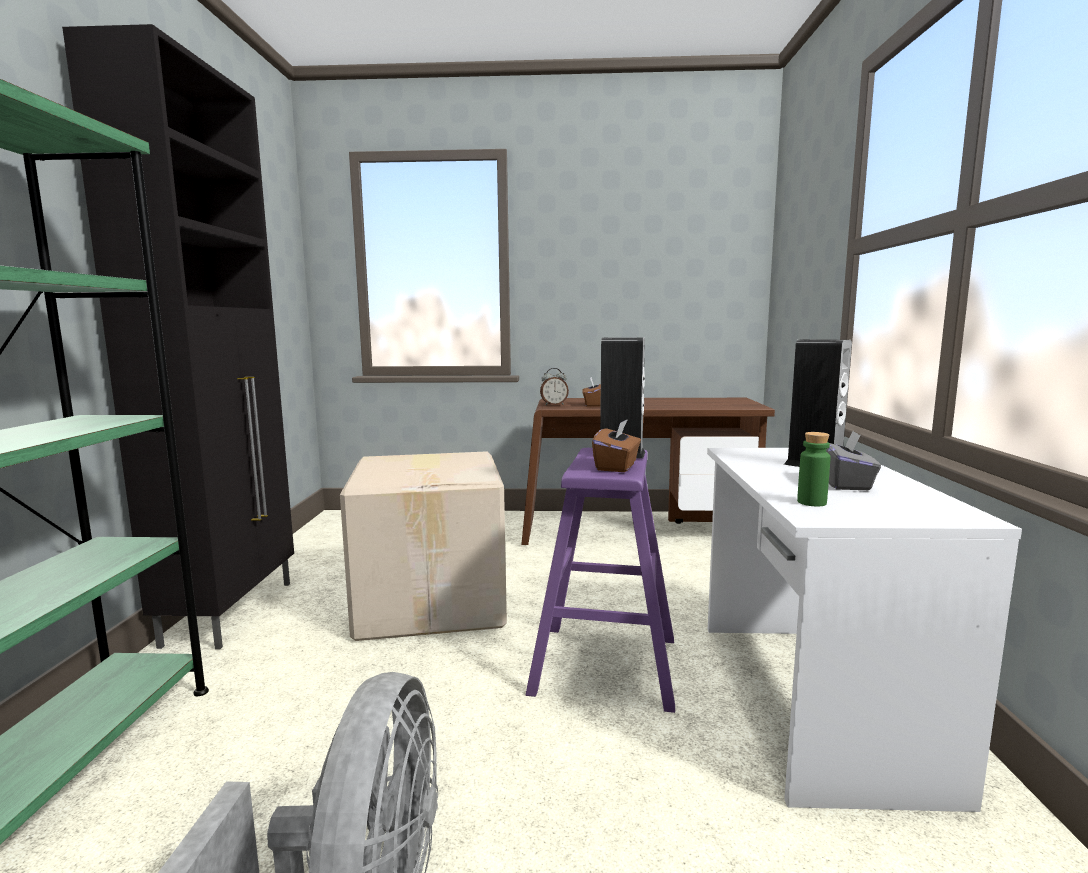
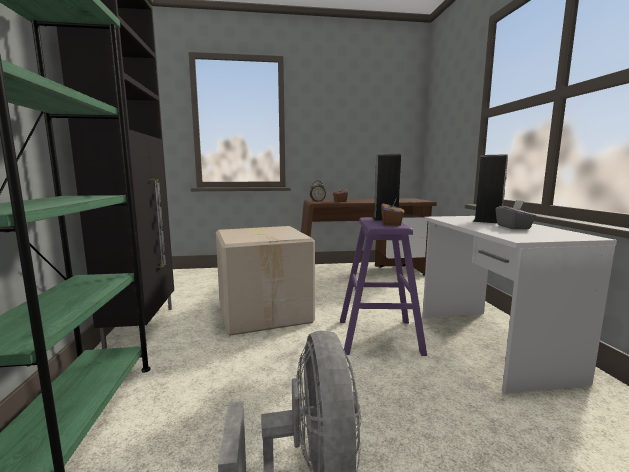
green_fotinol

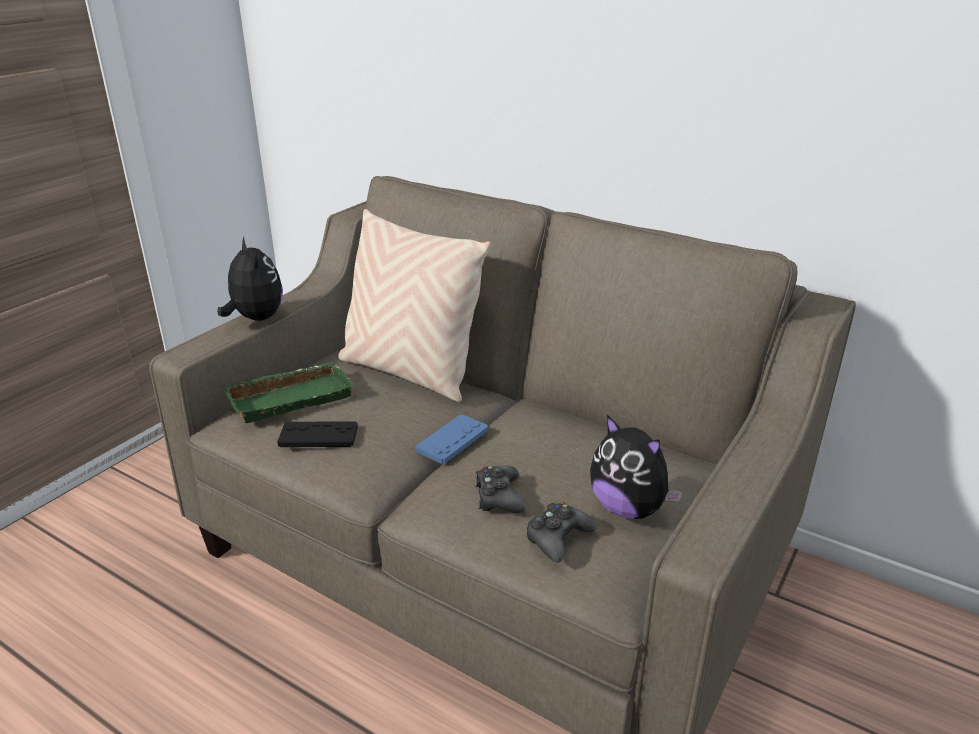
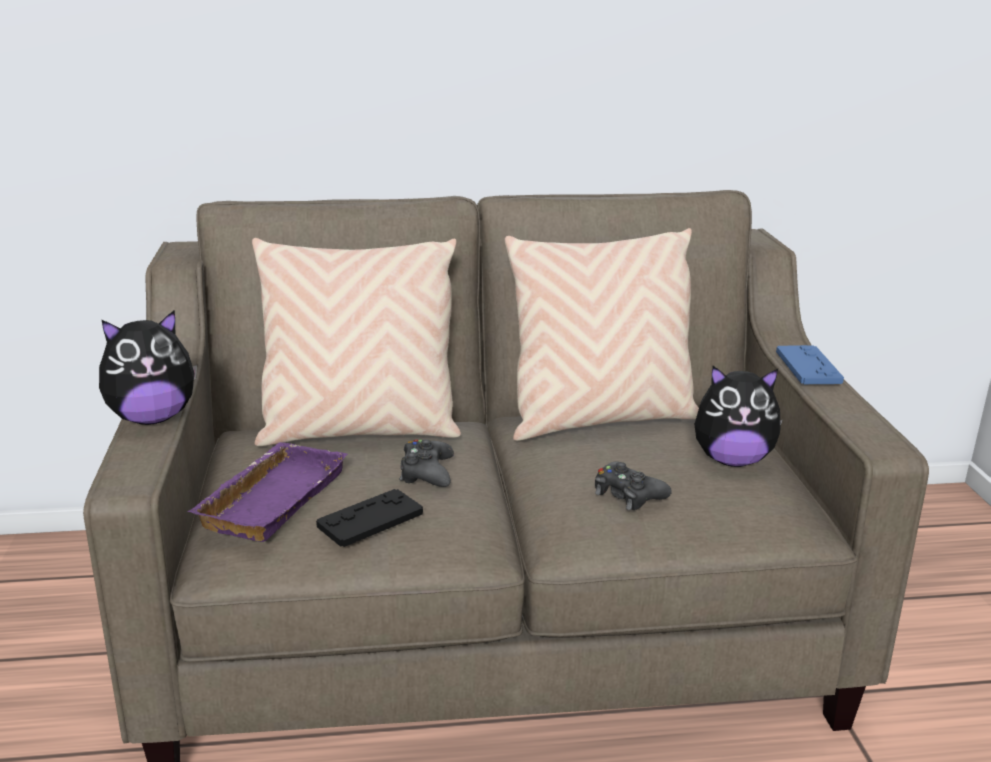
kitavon (1st from left)
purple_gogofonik
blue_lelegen
black_lelegen (2nd from left)
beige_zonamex (2nd from left)

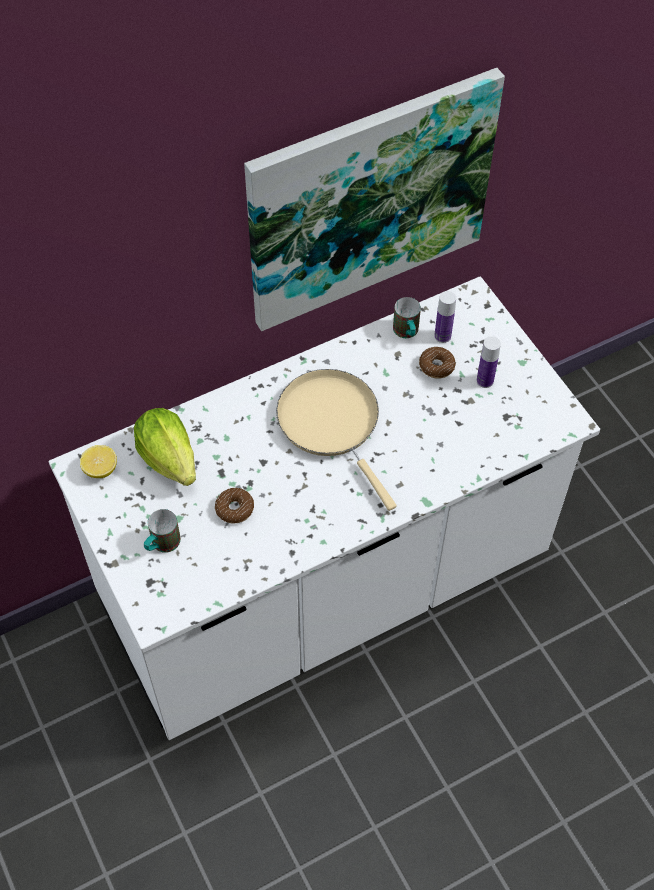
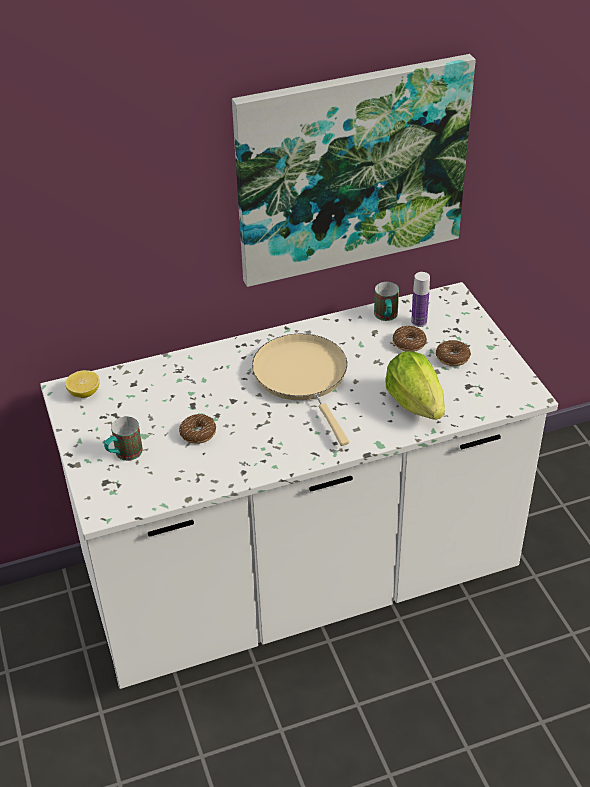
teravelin
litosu (3rd from left)

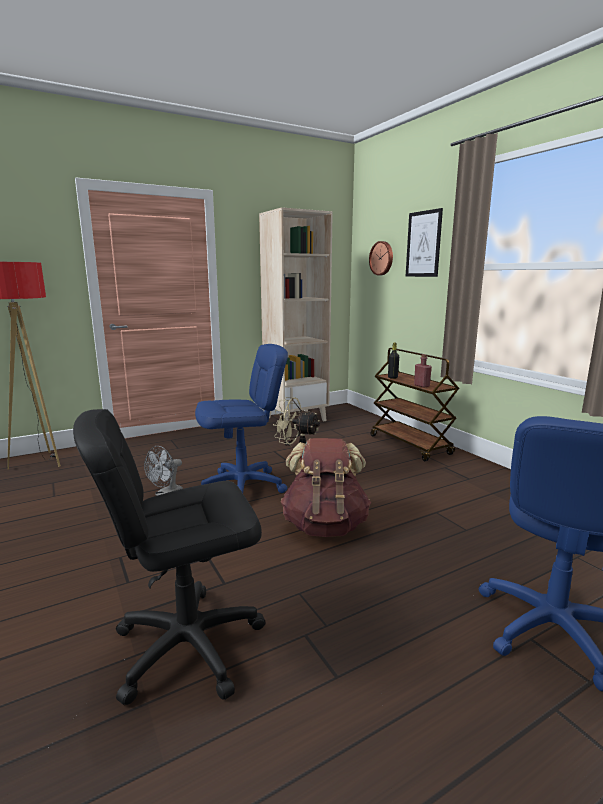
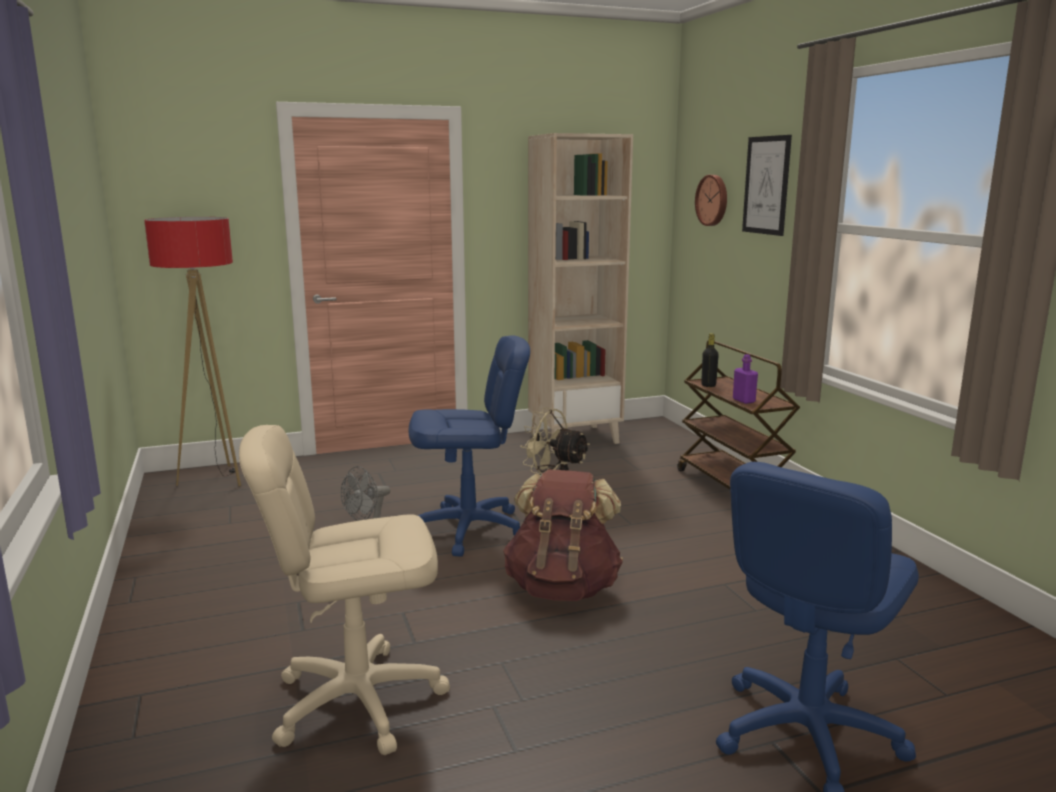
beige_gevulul
purple_fotinol

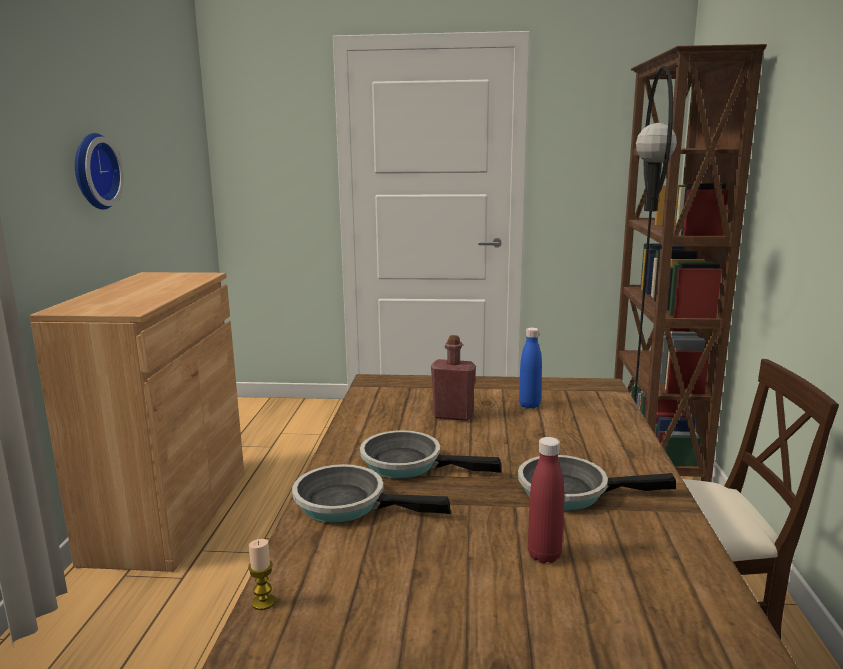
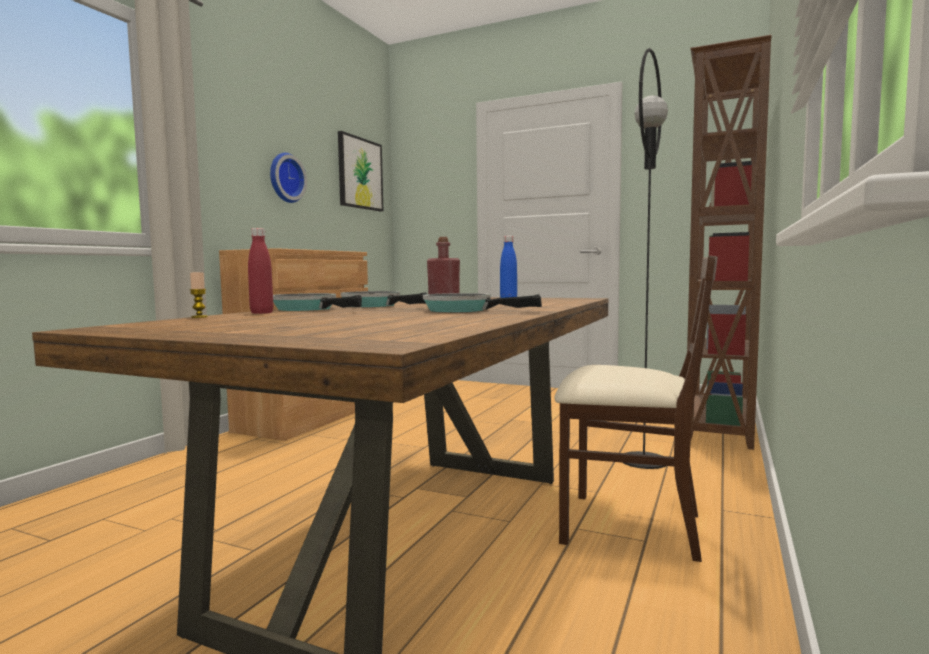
red_fotinol (1st from left)
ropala

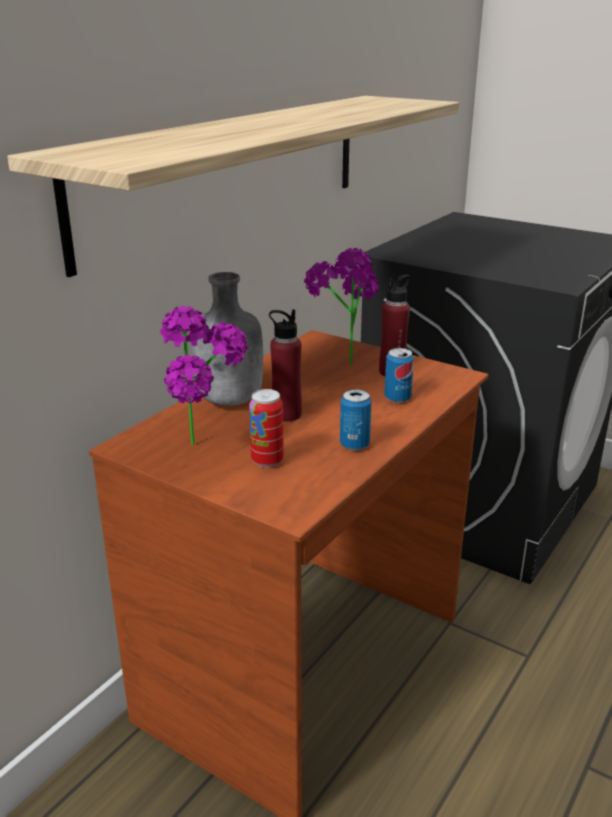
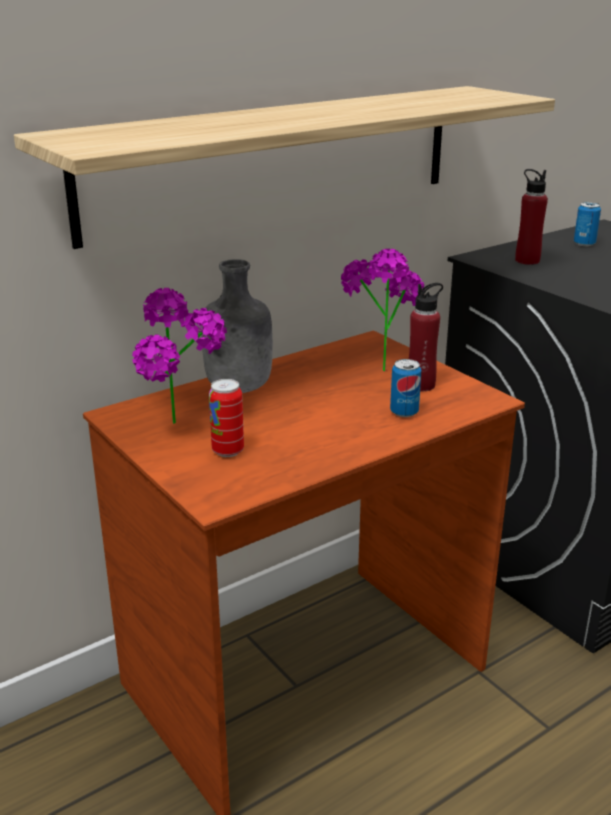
red_fotinol (2nd from left)
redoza (3rd from left)

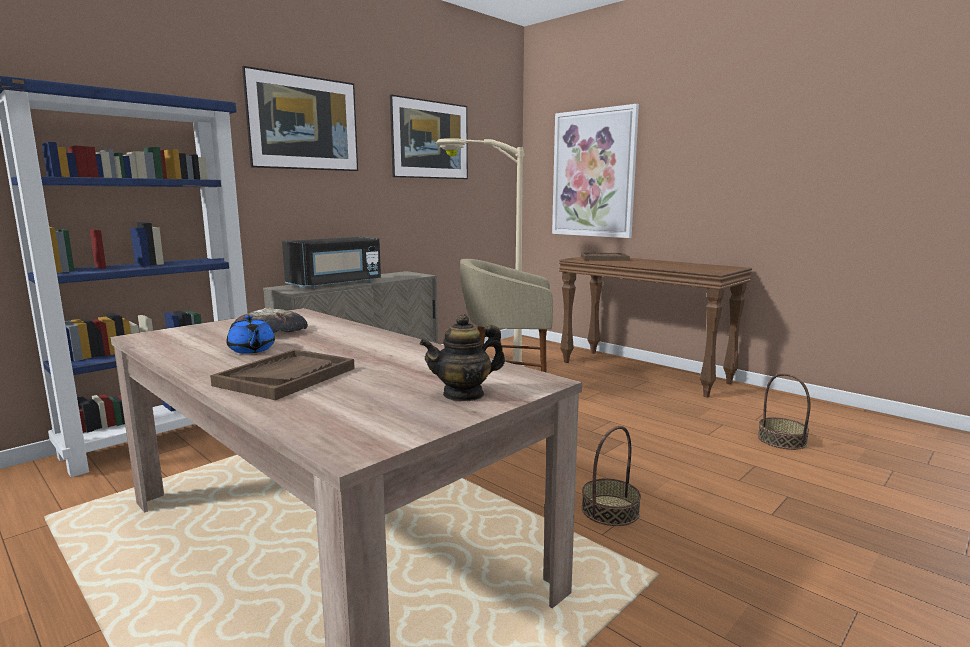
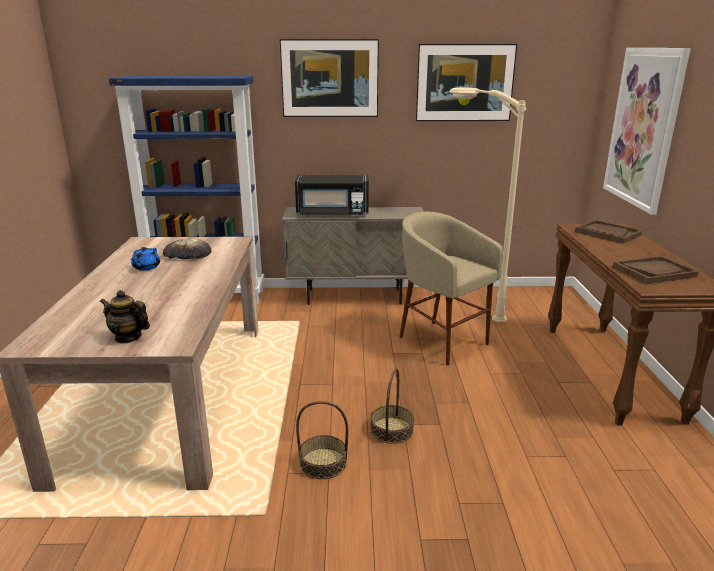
brown_gogofonik (2nd from left)
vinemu (2nd from left)

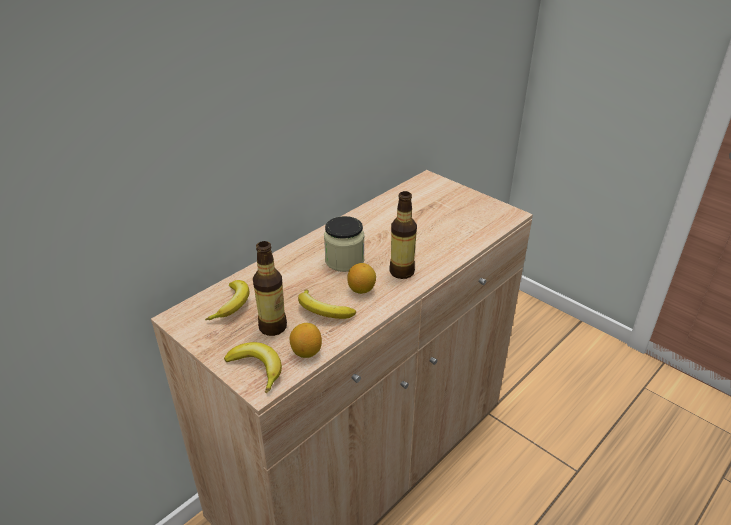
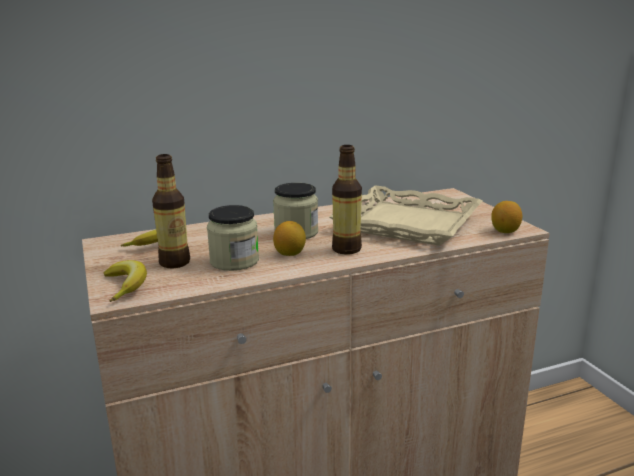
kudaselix (2nd from left)
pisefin (1st from left)
beige_gogofonik

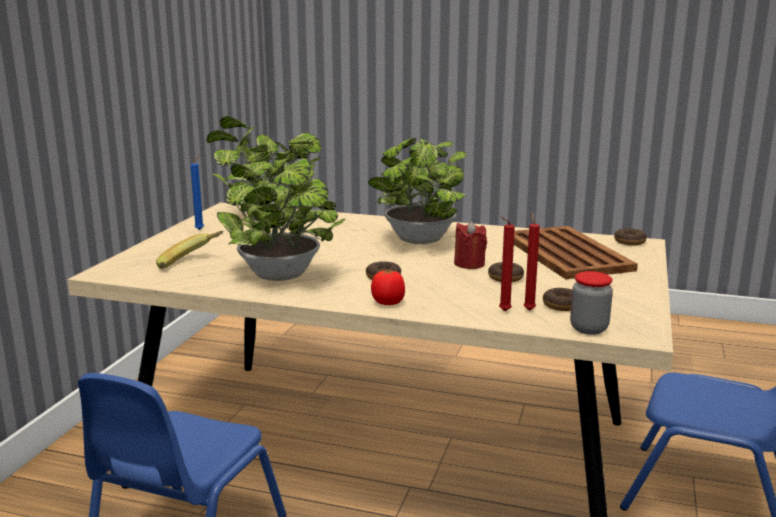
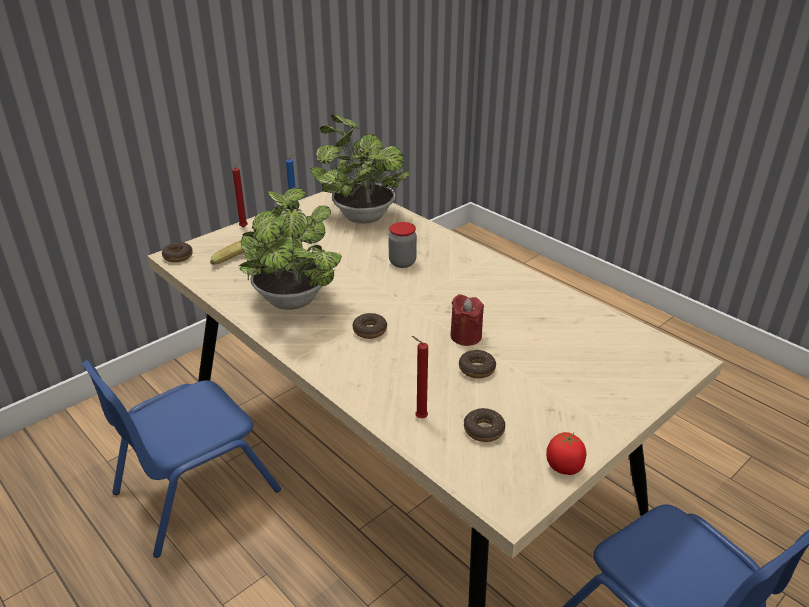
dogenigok (3rd from left in the first image)
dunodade
brown_gogofonik
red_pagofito (1st from left)
pisefin
litosu (1st from left)

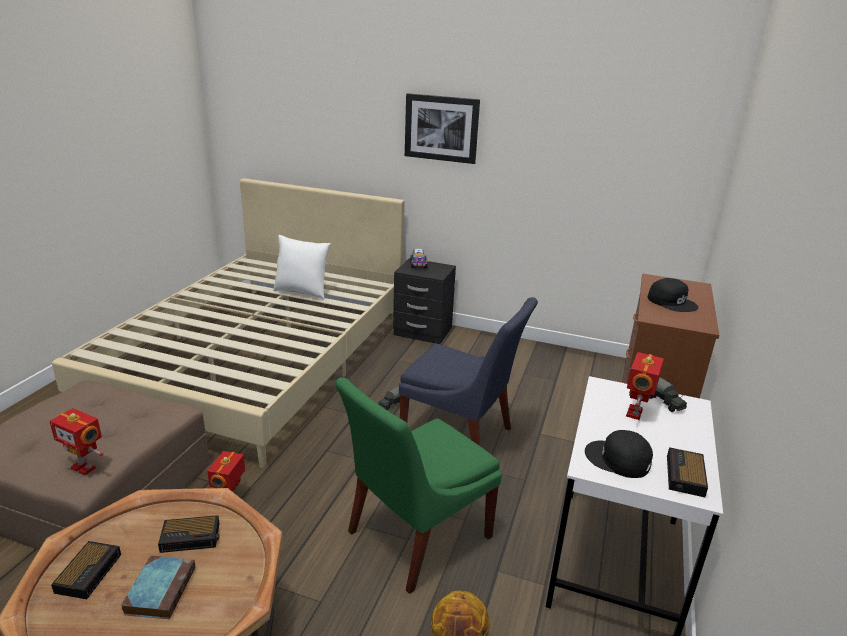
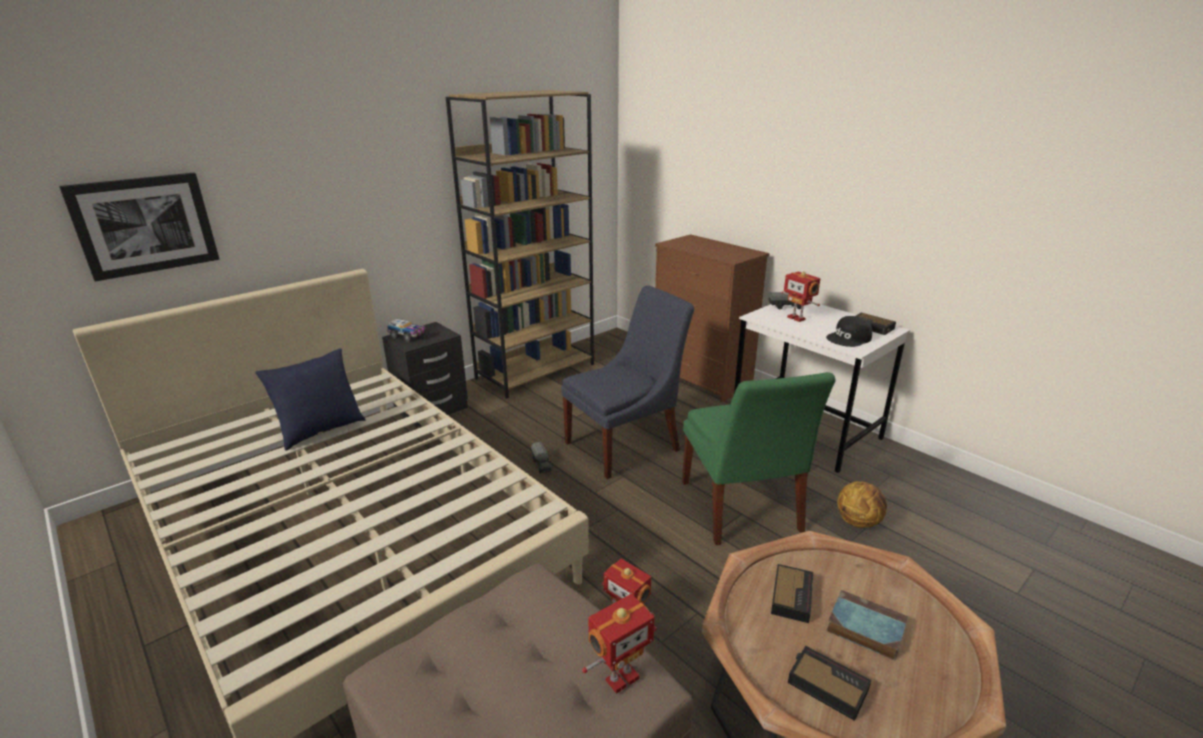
blue_zonamex
ropala
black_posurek (2nd from left in the first image)
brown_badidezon

